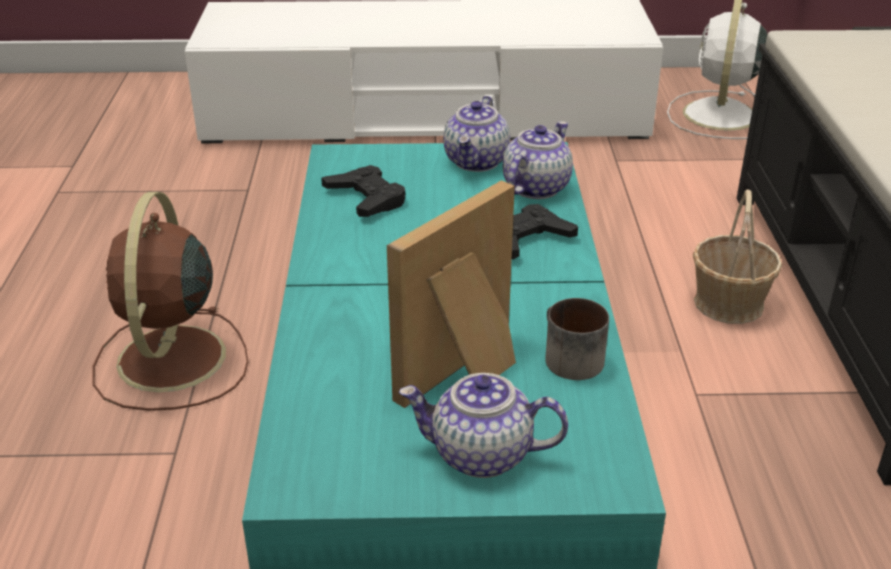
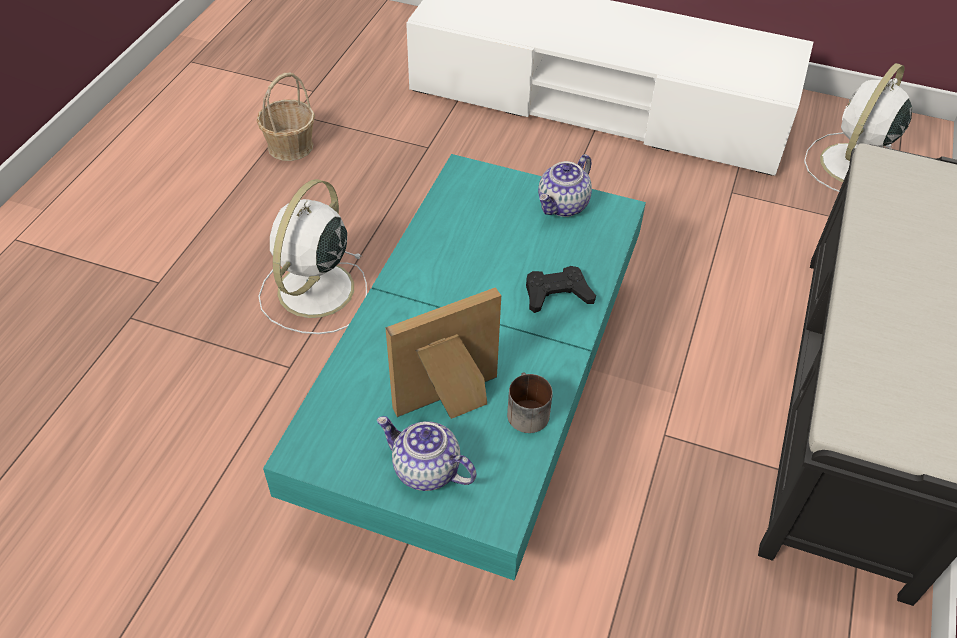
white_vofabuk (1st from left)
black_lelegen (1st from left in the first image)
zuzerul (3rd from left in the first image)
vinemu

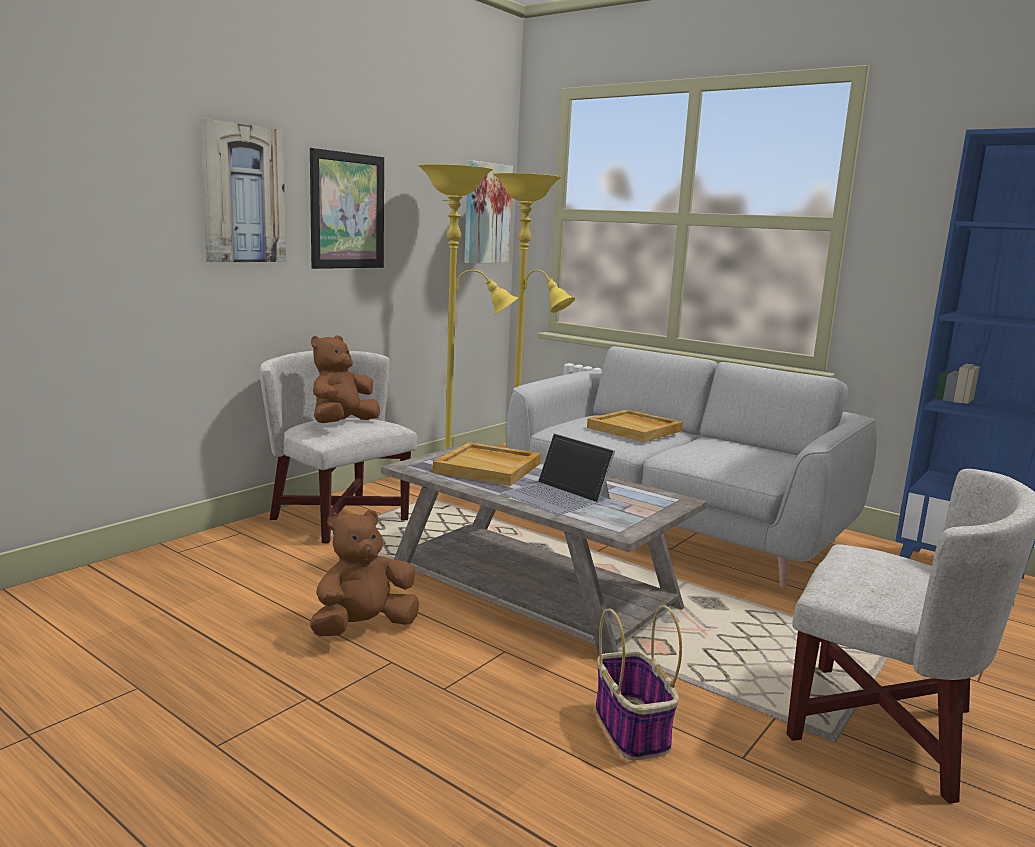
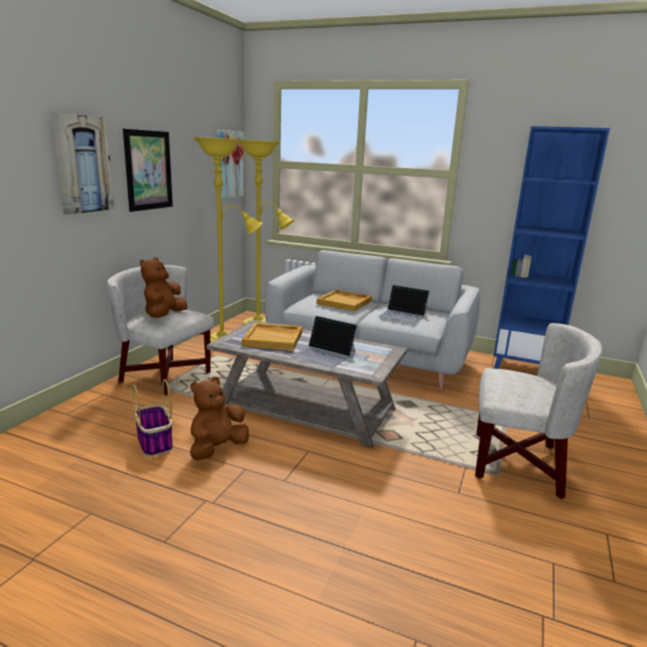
vinemu
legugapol (2nd from left)

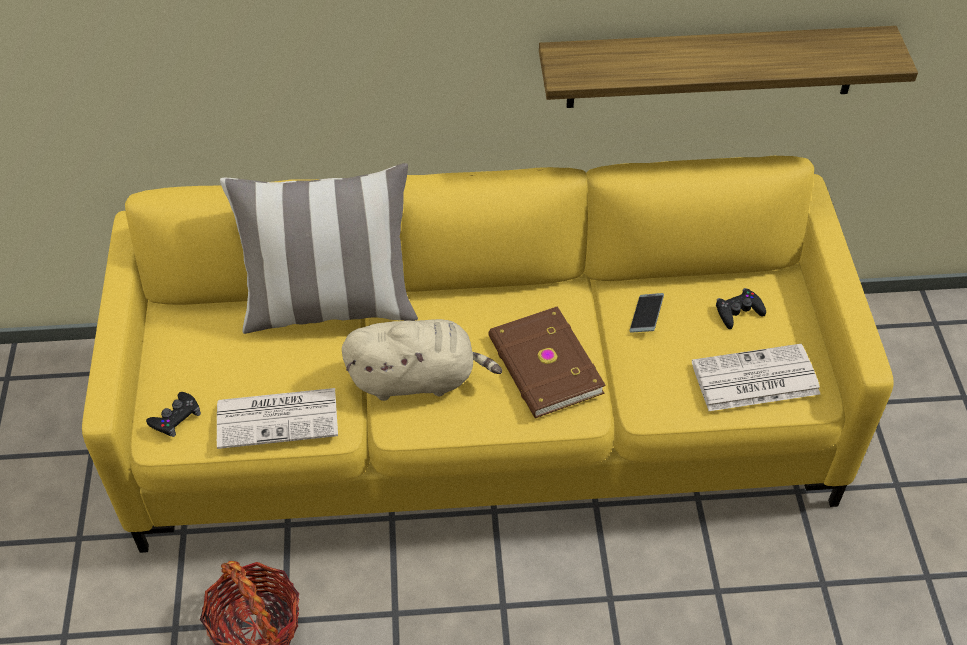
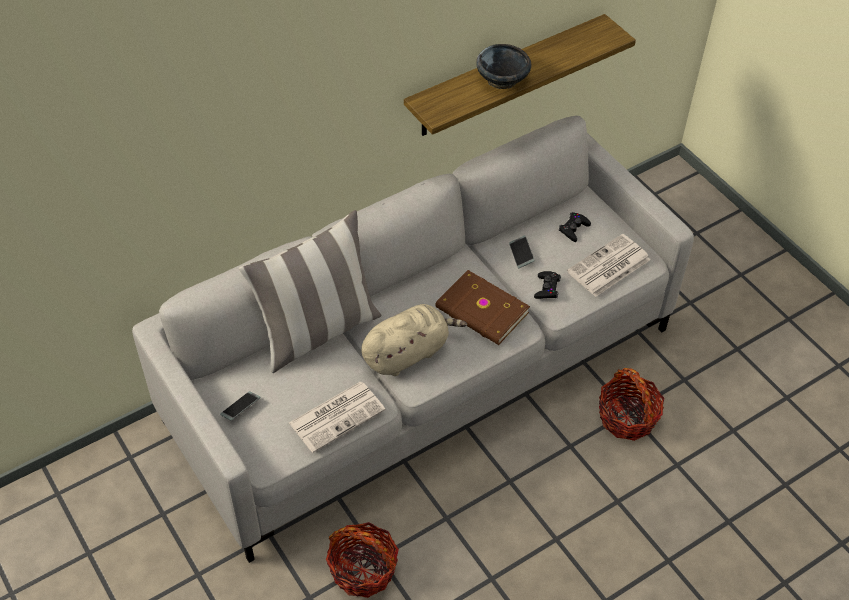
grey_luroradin
black_lelegen (1st from left)
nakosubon (1st from left)
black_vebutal
vinemu (2nd from left)

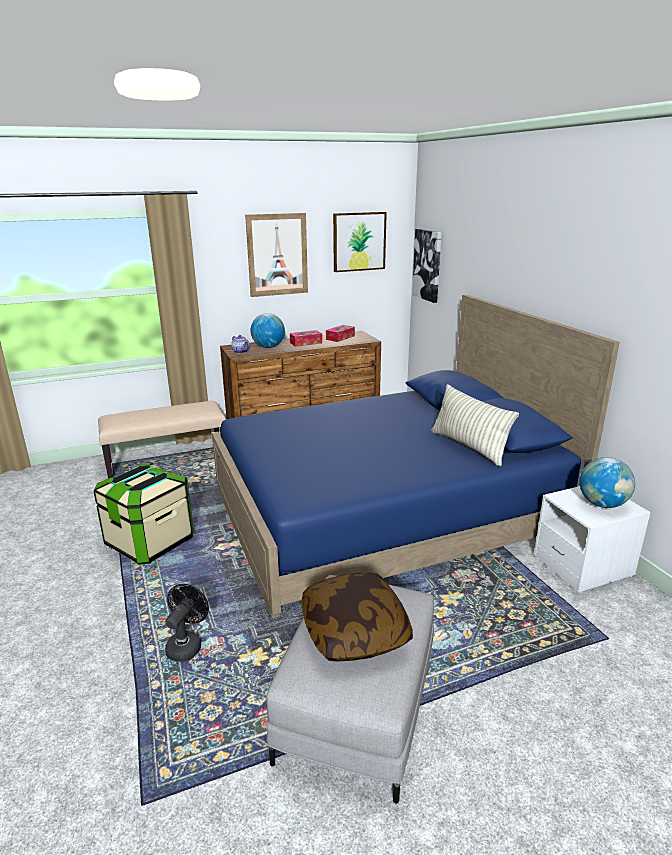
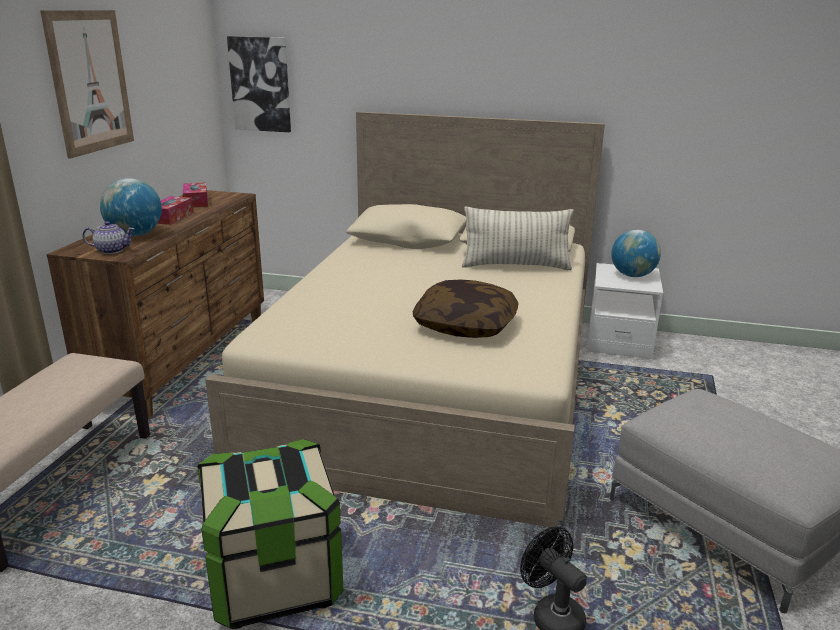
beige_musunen
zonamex (1st from left)
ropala (2nd from left in the first image)

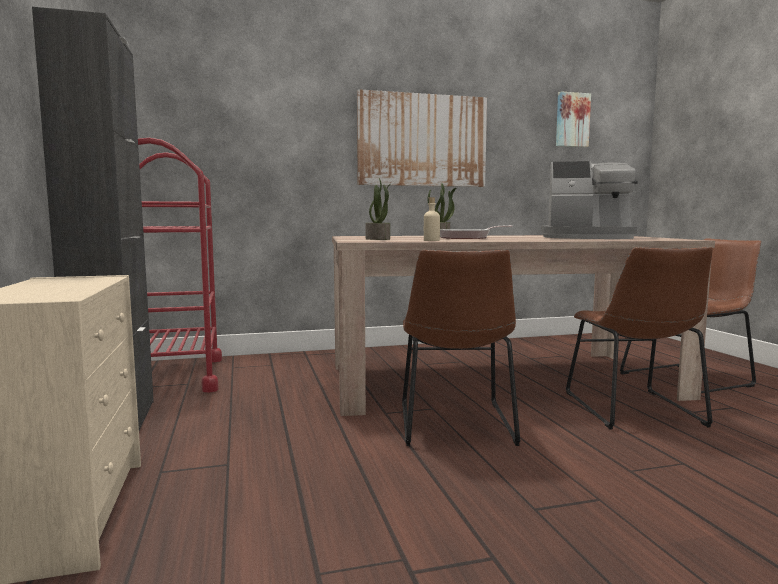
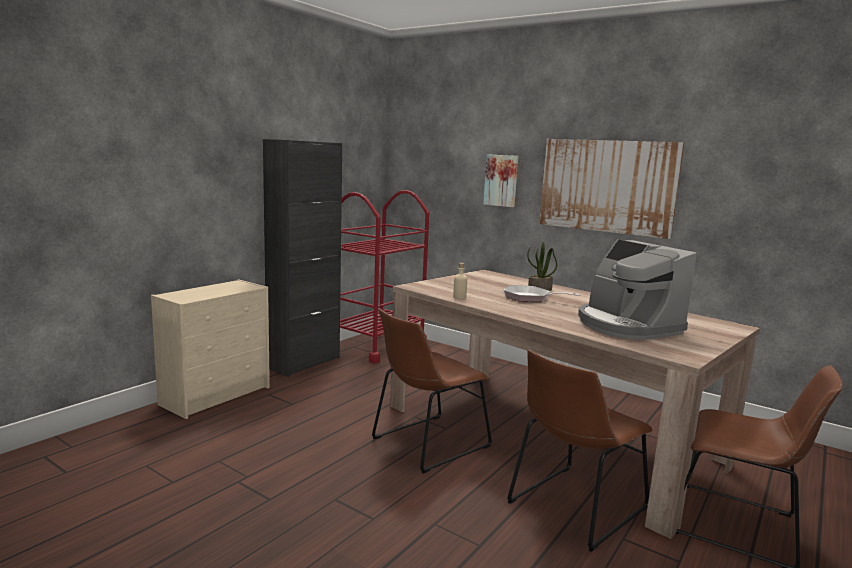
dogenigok (1st from left in the first image)
ropala (1st from left)

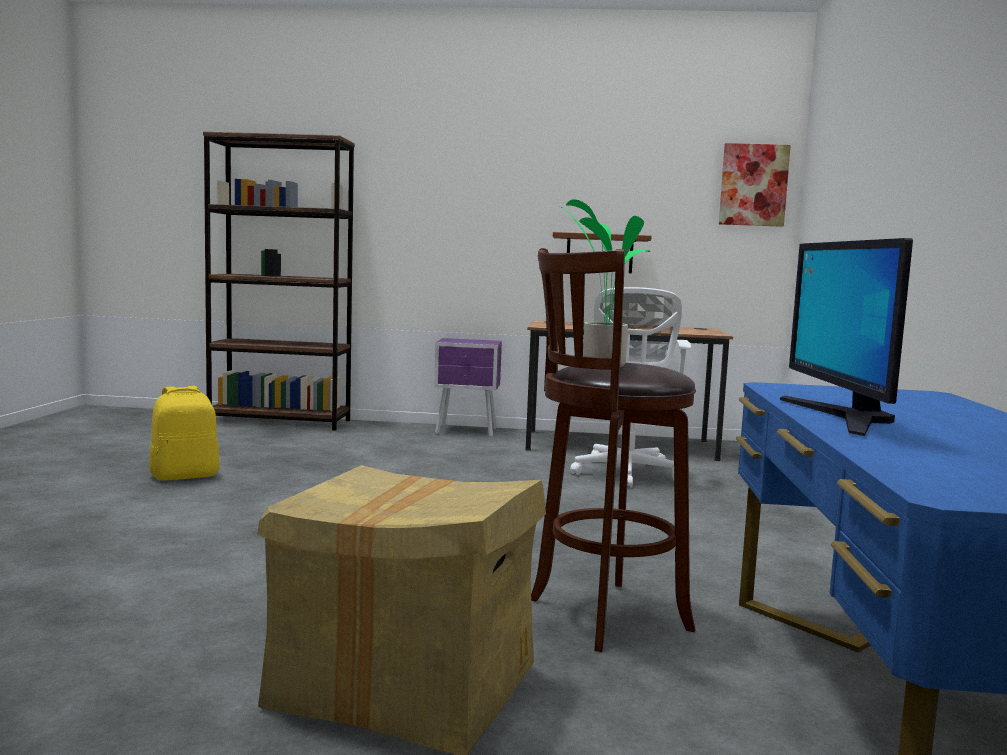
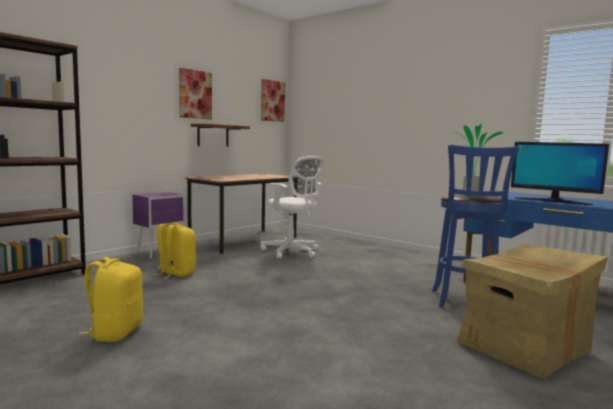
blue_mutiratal
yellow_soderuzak (2nd from left)
ropala (1st from left)

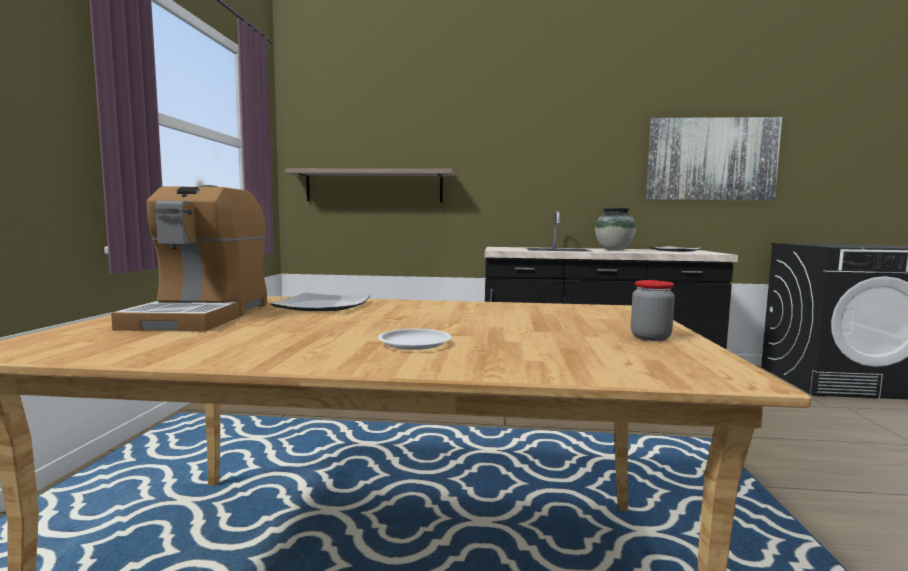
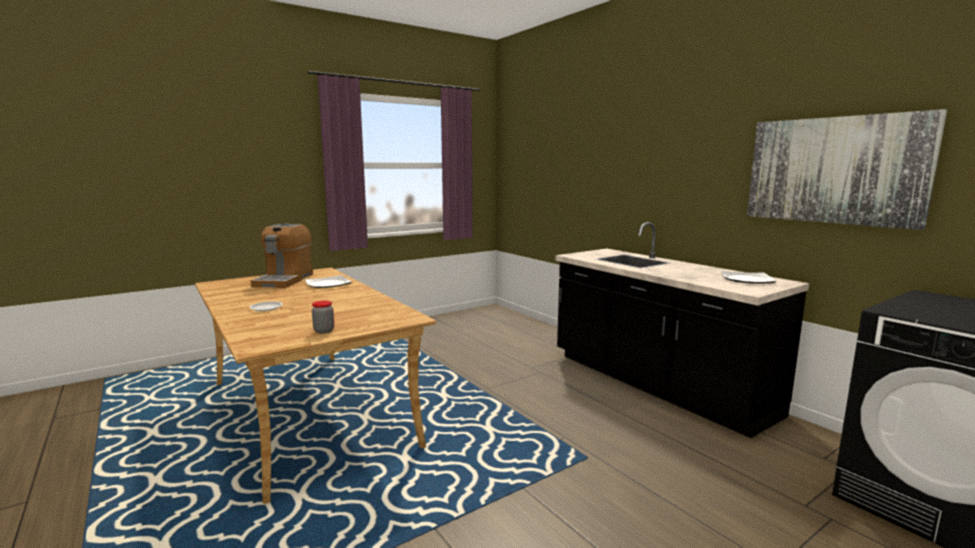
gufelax
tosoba
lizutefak

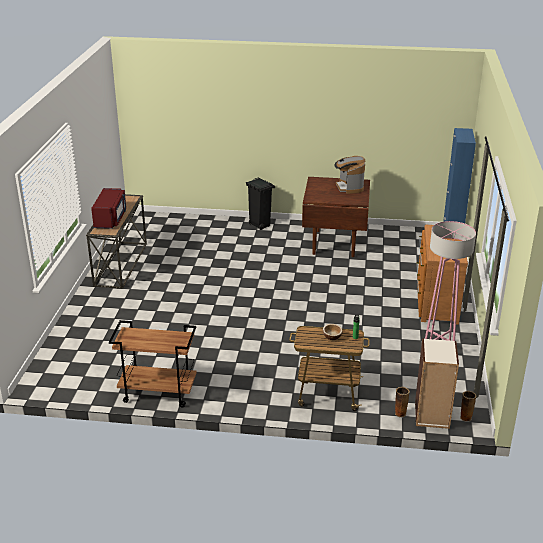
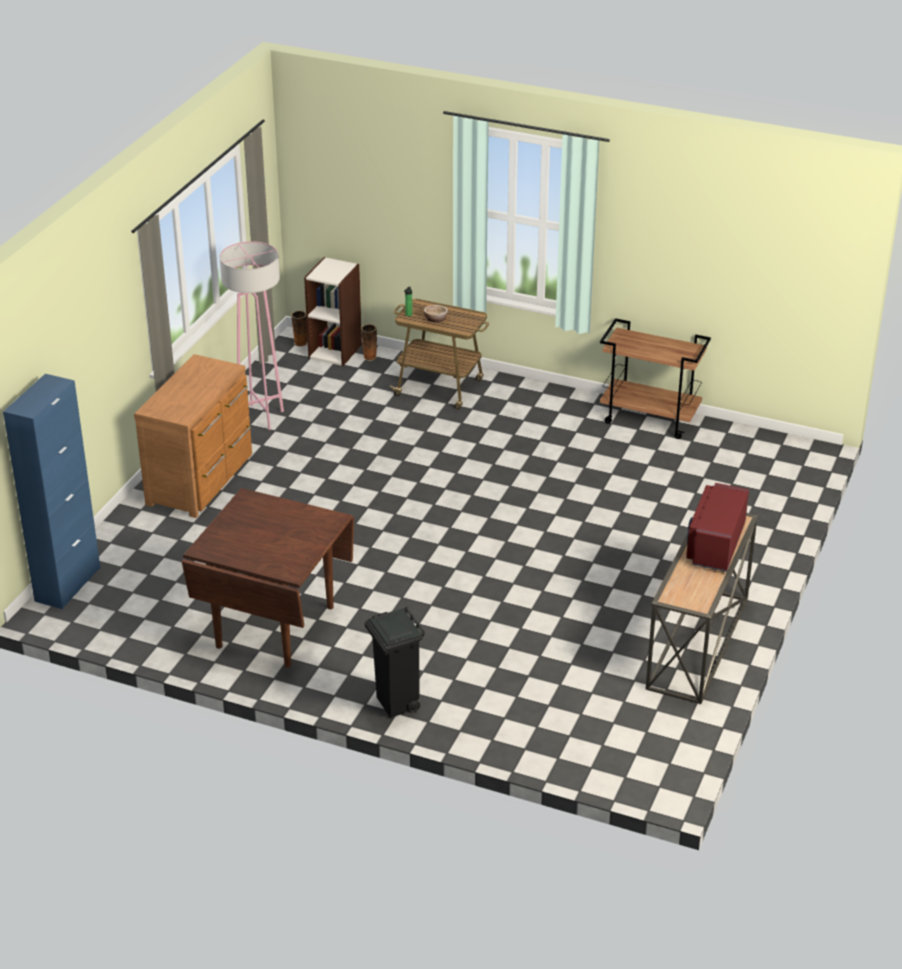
gufelax

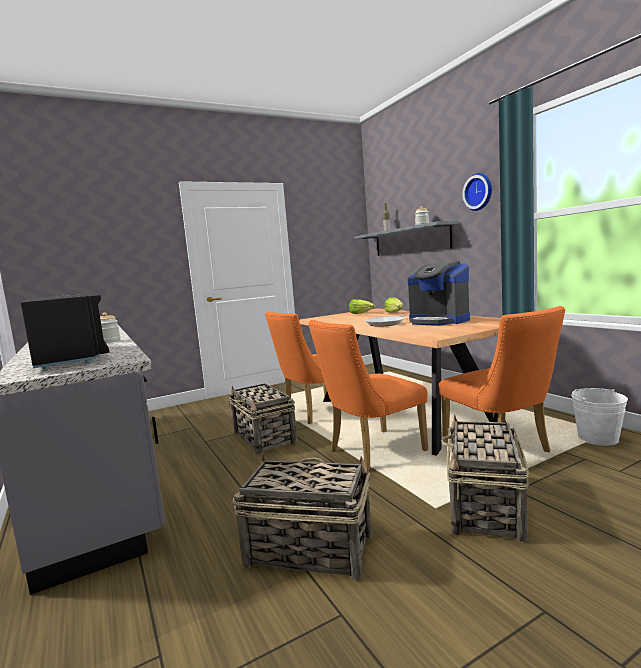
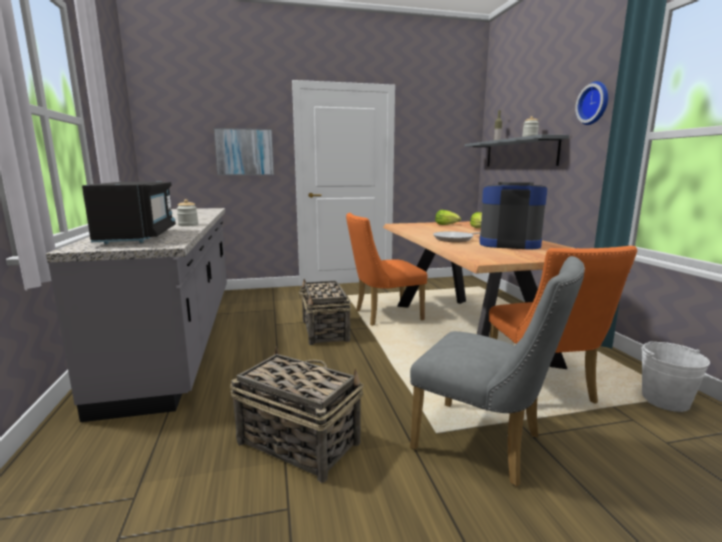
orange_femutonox (2nd from left in the first image)
gufelax
grey_femutonox
ropala

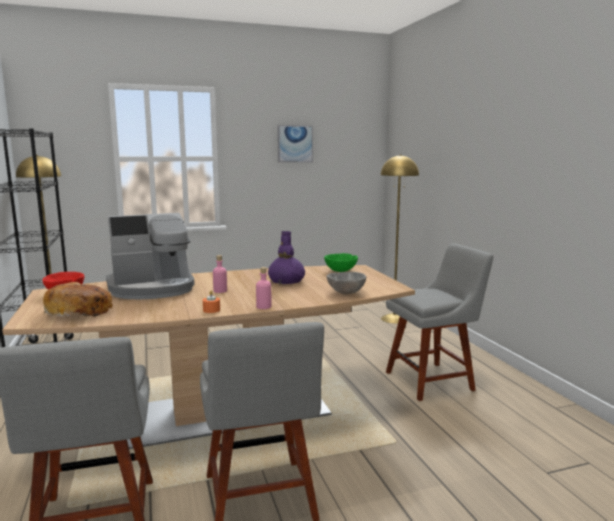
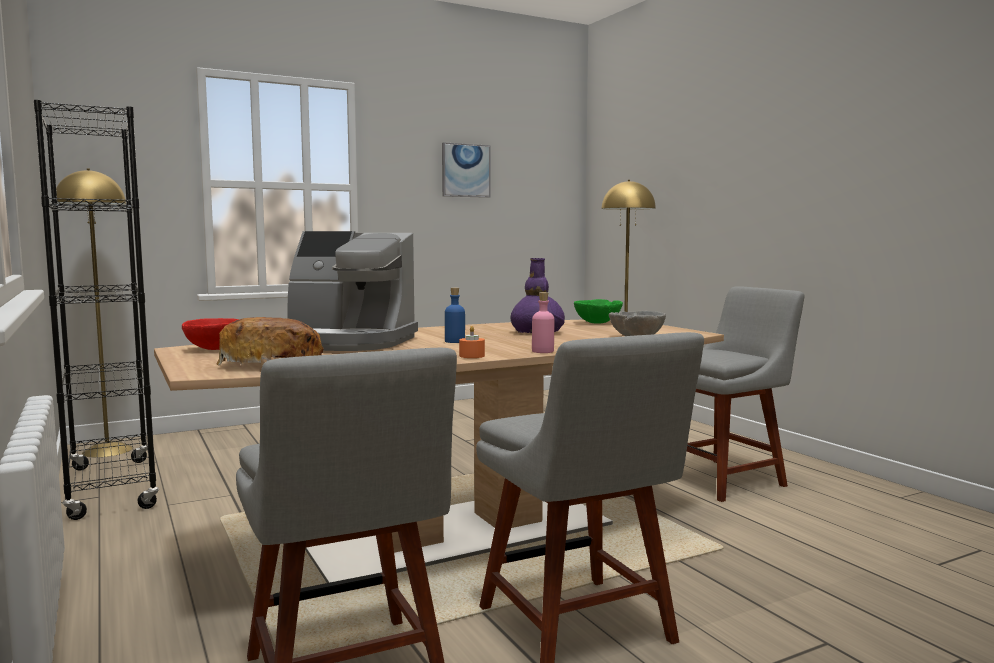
gufelax
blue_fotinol

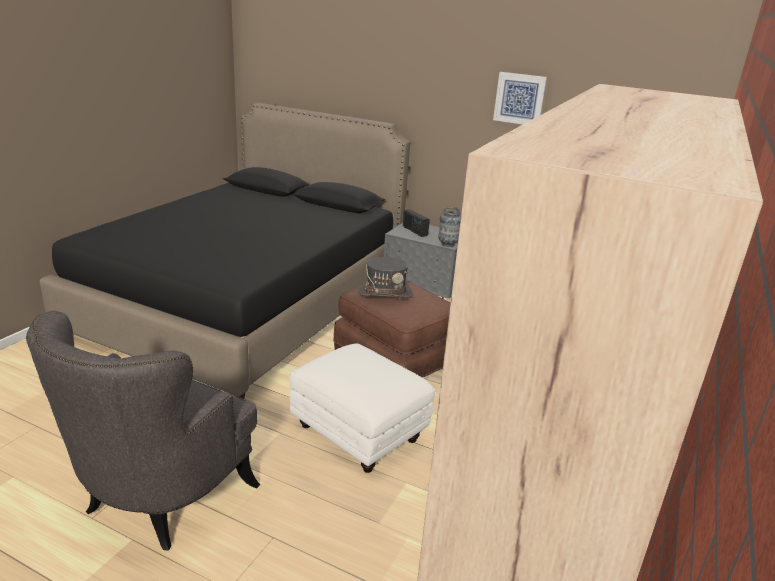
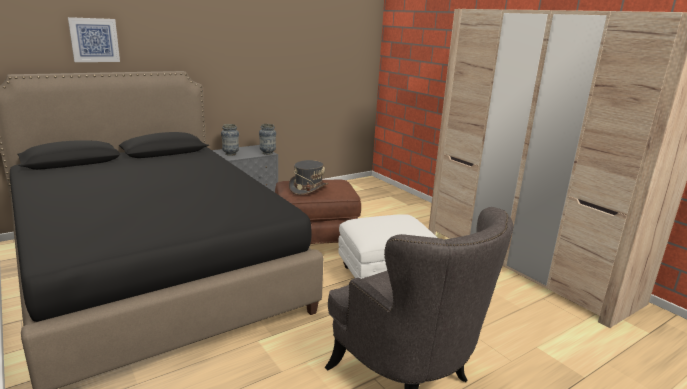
lizutefak (1st from left)
ropala

